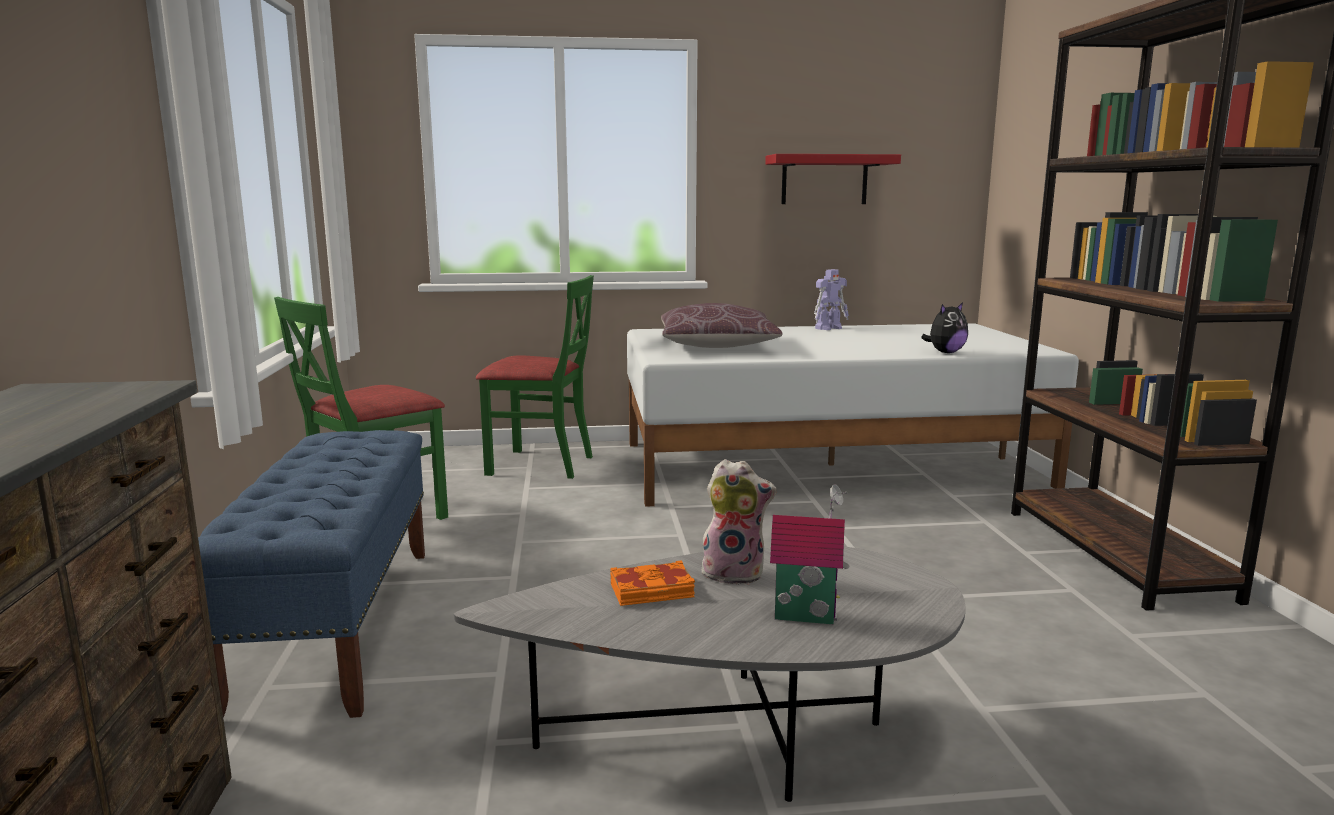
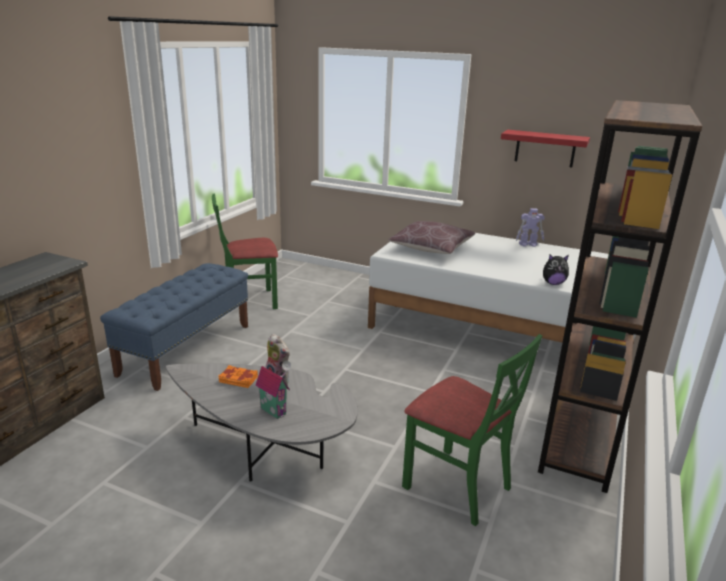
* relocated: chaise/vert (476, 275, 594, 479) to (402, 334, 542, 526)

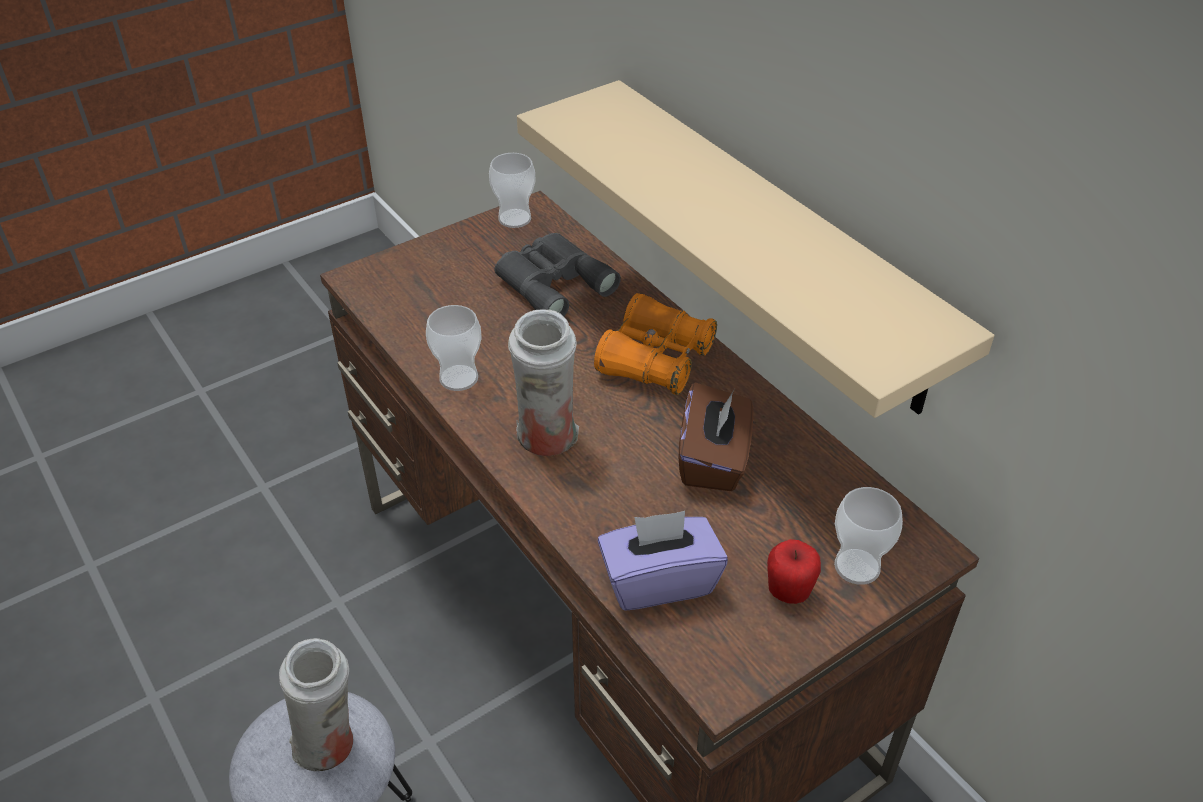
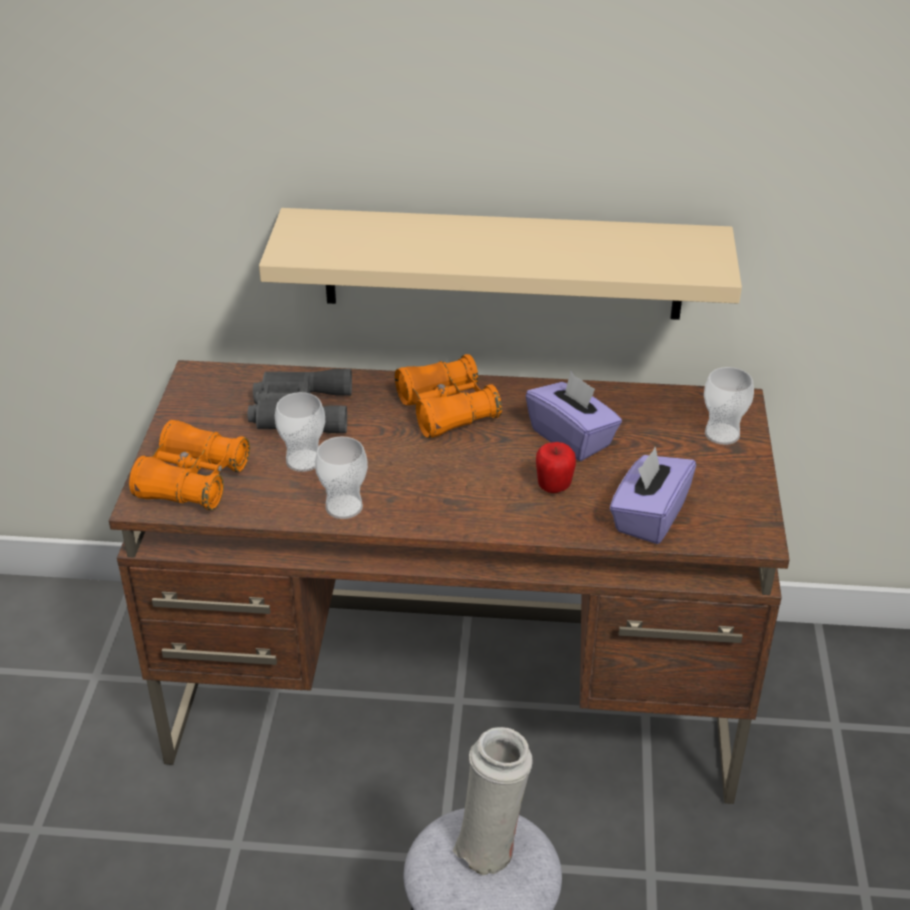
* relocated: tasse (489, 153, 536, 228) to (275, 392, 325, 472)
* missing: vase/blanc (508, 309, 579, 456)
* colour: boîte à mouchoirs/marron (678, 383, 753, 491) to boîte à mouchoirs/violet (526, 372, 622, 461)
* relocated: pomme (767, 539, 821, 604) to (536, 442, 576, 493)
* appeared: jumelles/orange (129, 420, 250, 510)

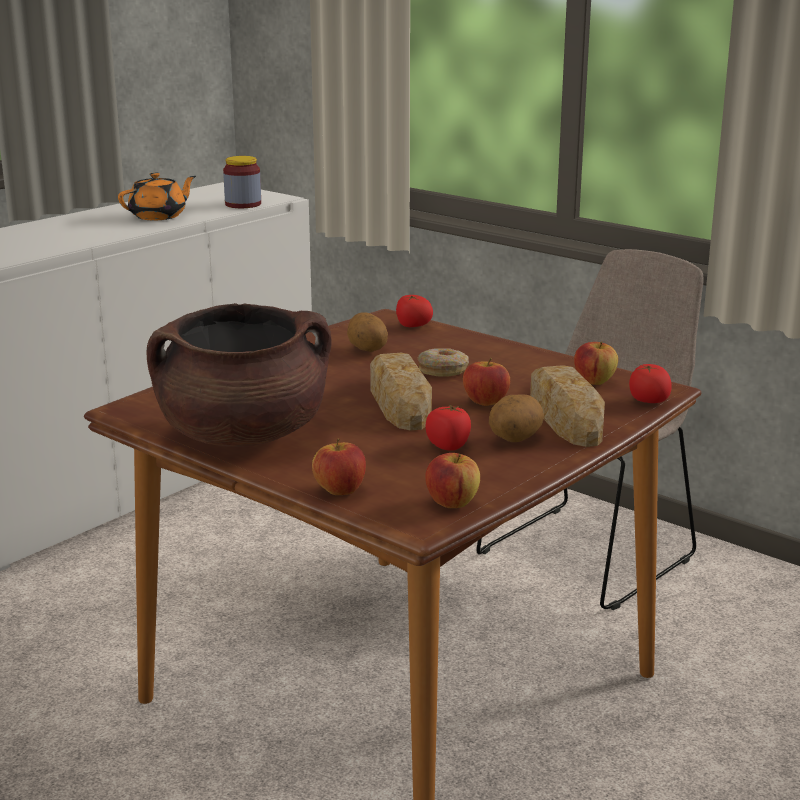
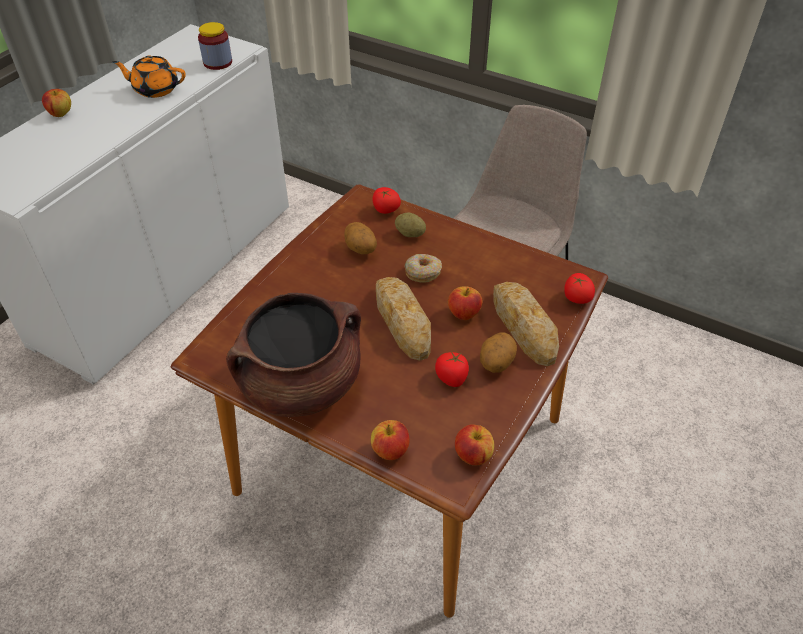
* spun: théière/orange (118, 172, 196, 220) = (112, 56, 186, 98) 120 degrees counterclockwise
* relocated: pomme (574, 342, 618, 385) to (42, 89, 71, 117)
* appeared: pomme de terre (395, 213, 426, 237)

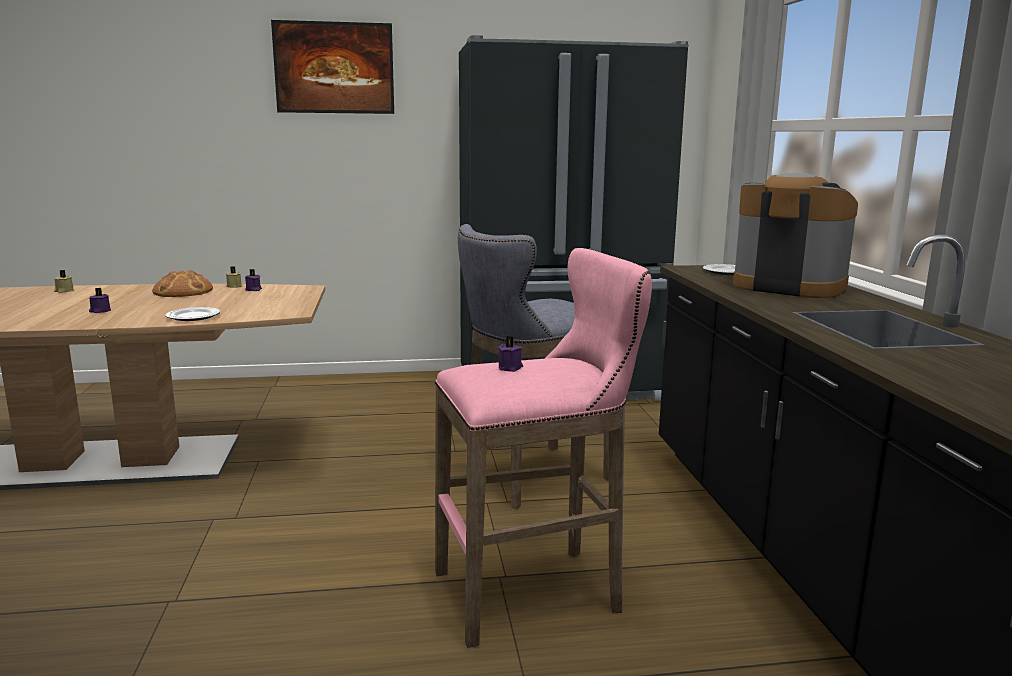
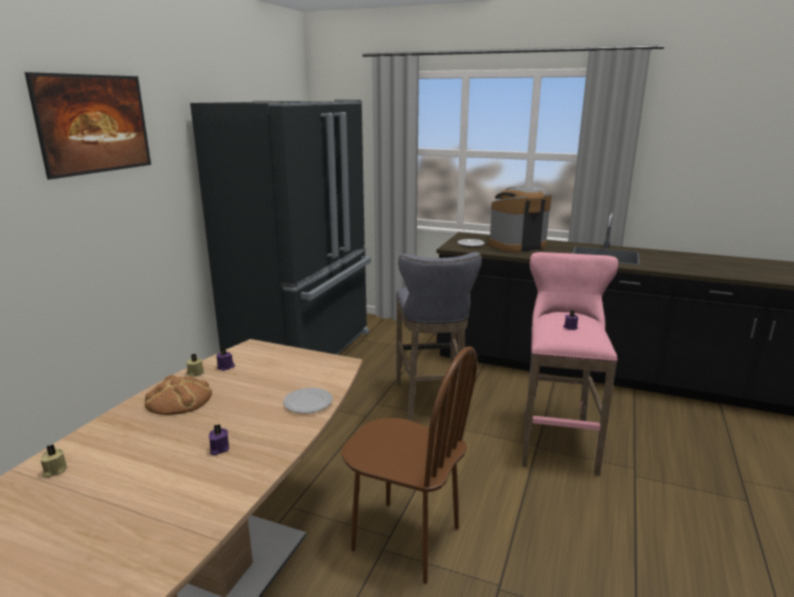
* appeared: chaise/marron (342, 346, 478, 584)

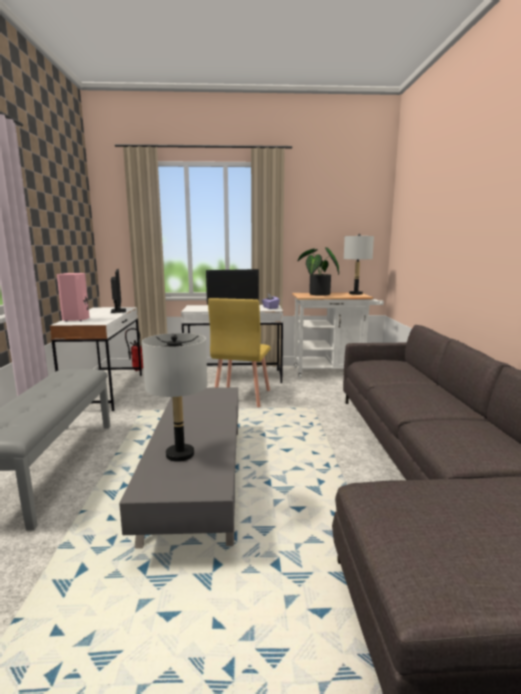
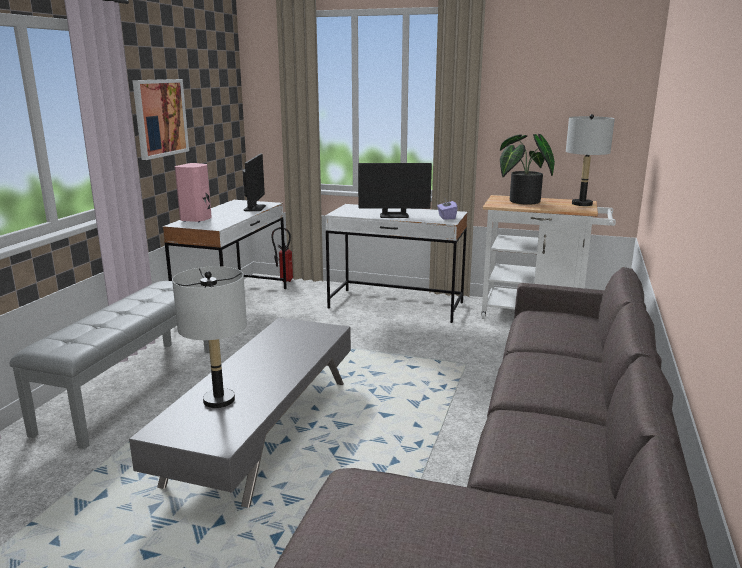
* missing: chaise/jaune (208, 298, 271, 407)
* appeared: tableau (132, 79, 189, 160)

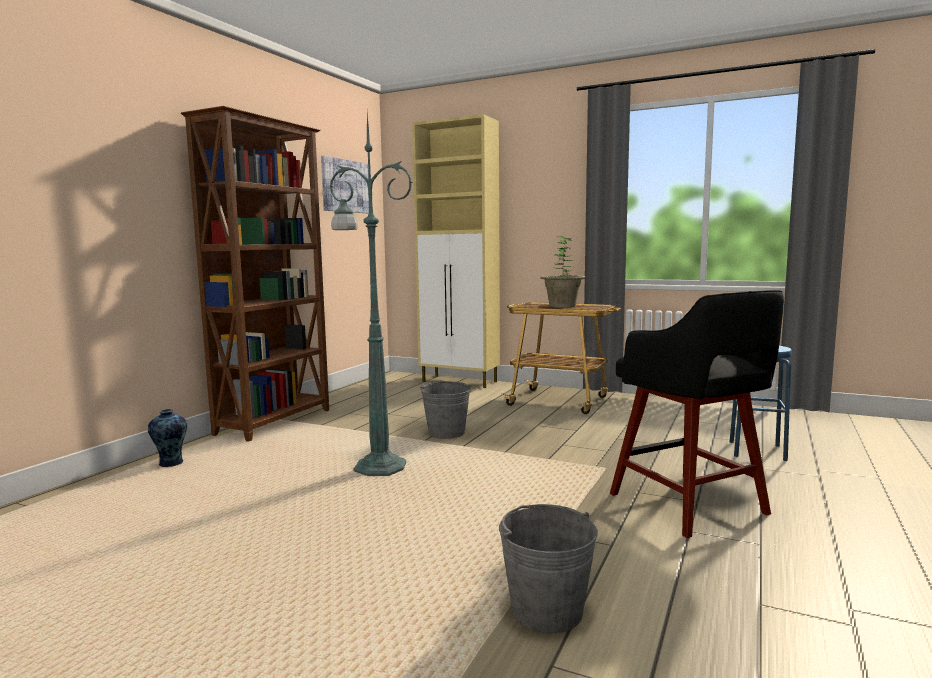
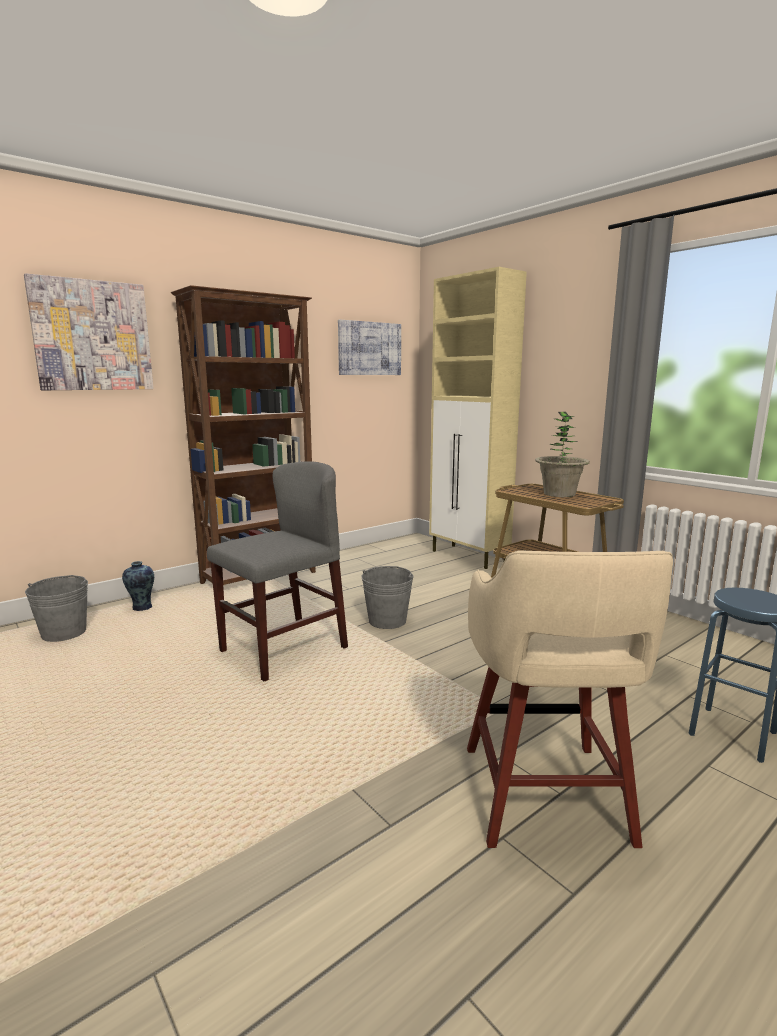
* exchanged: lampadaire/vert (329, 113, 412, 476) to chaise/gris (207, 461, 348, 682)
* relocated: seau/gris (499, 504, 598, 633) to (25, 575, 88, 642)
* colour: tabouret/noir (610, 290, 784, 538) to tabouret/beige (467, 550, 673, 848)
* appeared: tableau (24, 273, 154, 390)

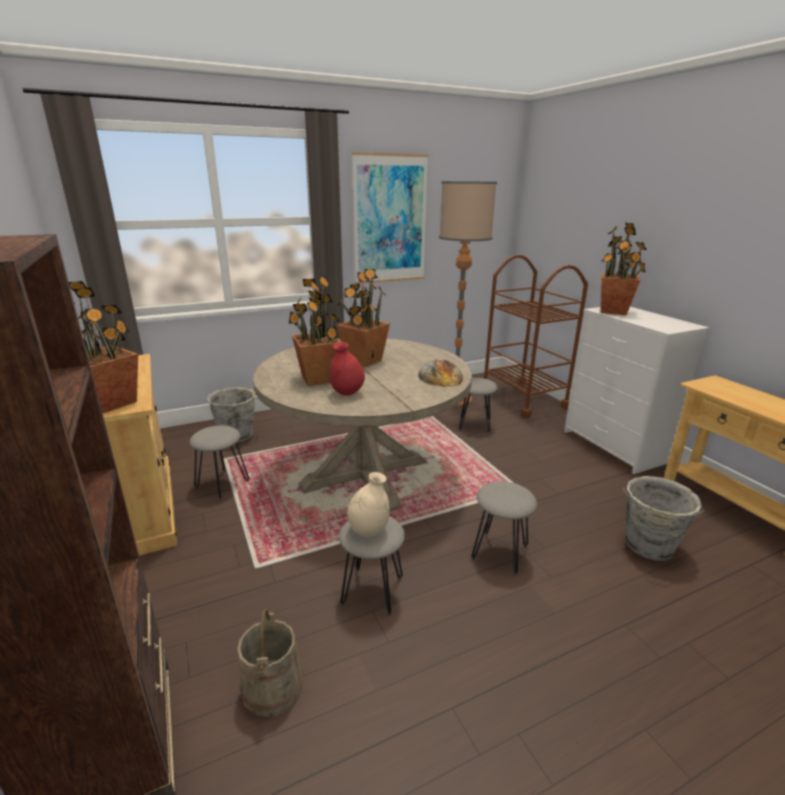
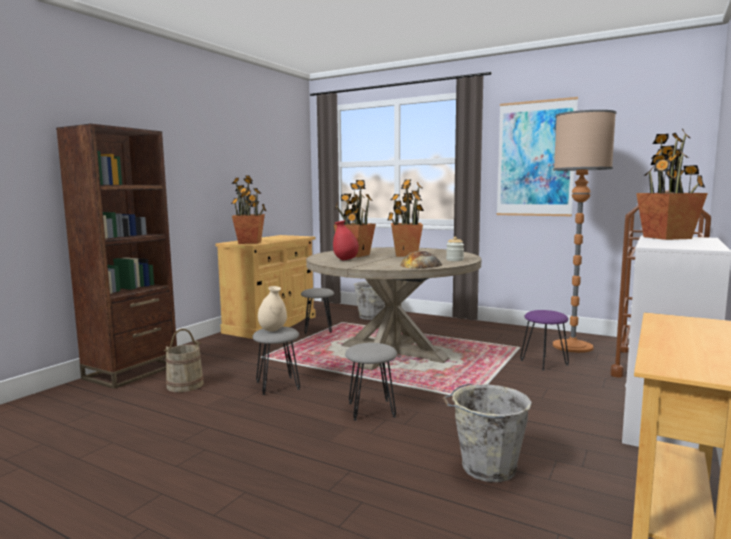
* colour: tabouret/gris (459, 378, 498, 434) to tabouret/violet (520, 310, 569, 371)
* appeared: bocal (446, 237, 464, 261)

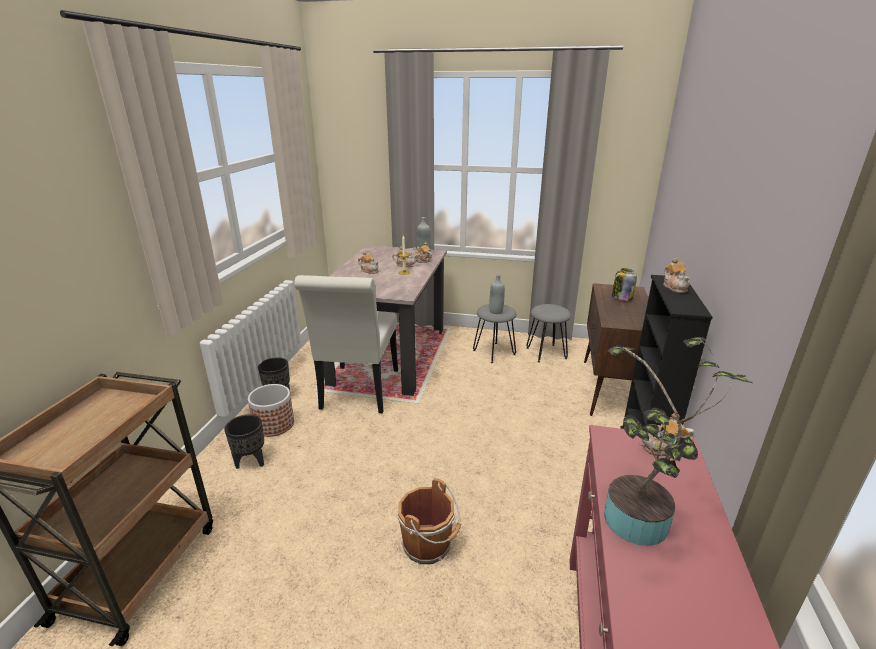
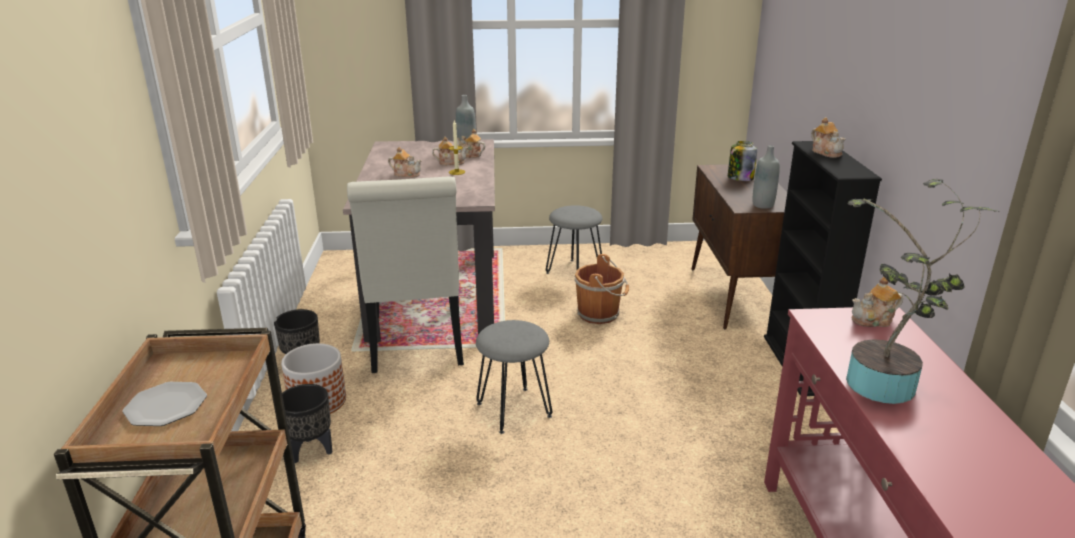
* relocated: seau/marron (397, 478, 461, 564) to (575, 254, 629, 324)
* relocated: bouteille/gris (489, 274, 505, 314) to (753, 145, 780, 209)
* relocated: tabouret/gris (526, 304, 571, 363) to (476, 320, 553, 434)
* appeared: assiette (122, 382, 207, 426)

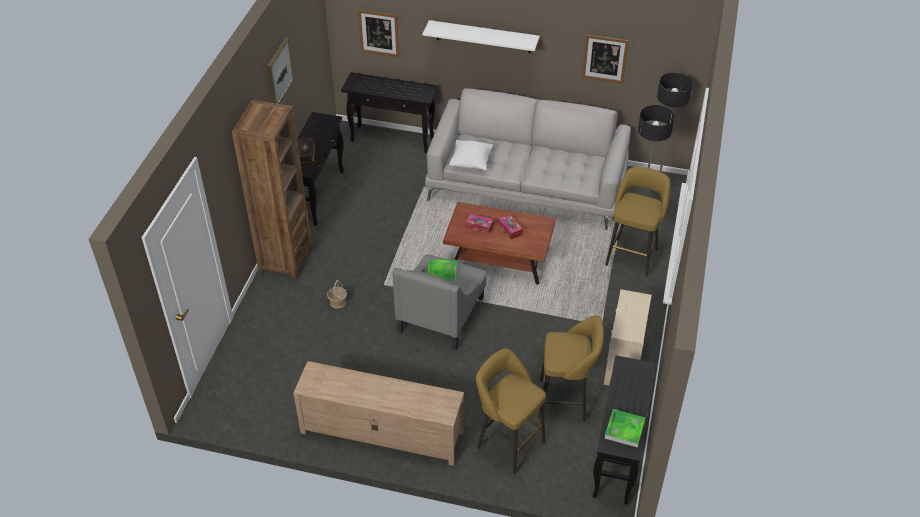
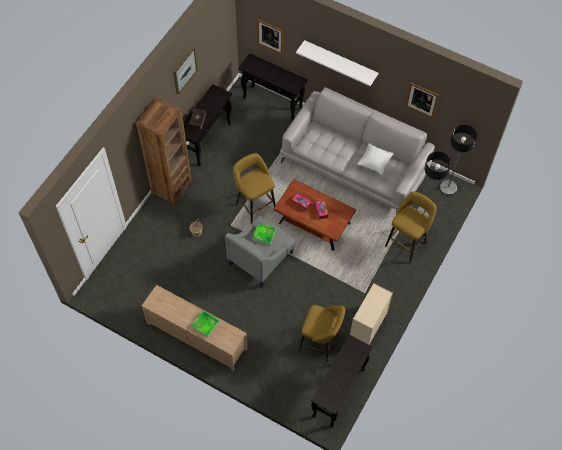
* relocated: coussin/blanc (449, 140, 493, 170) to (357, 143, 394, 175)
* relocated: tabouret/jaune (476, 348, 546, 474) to (233, 153, 276, 224)
* relocated: plateau (605, 409, 645, 448) to (191, 310, 220, 338)

